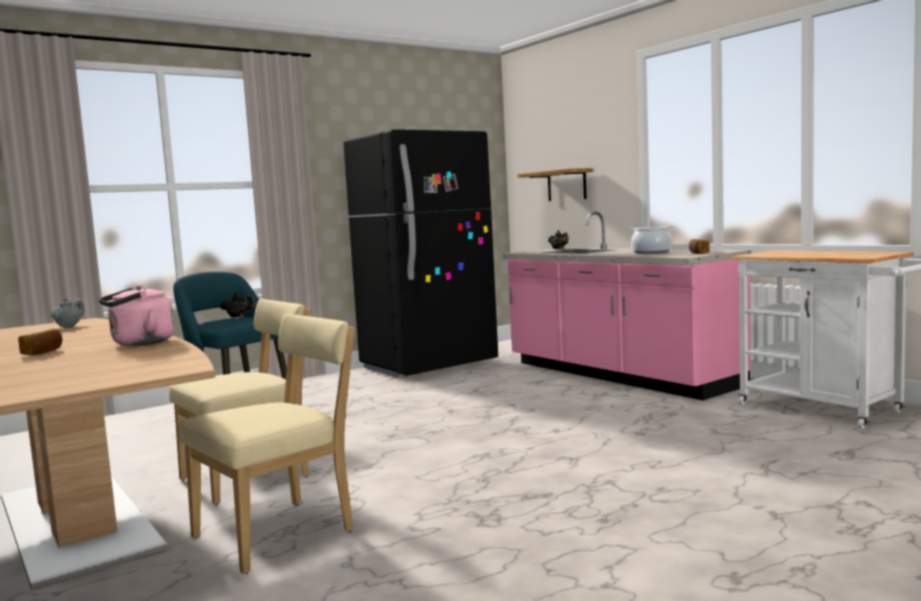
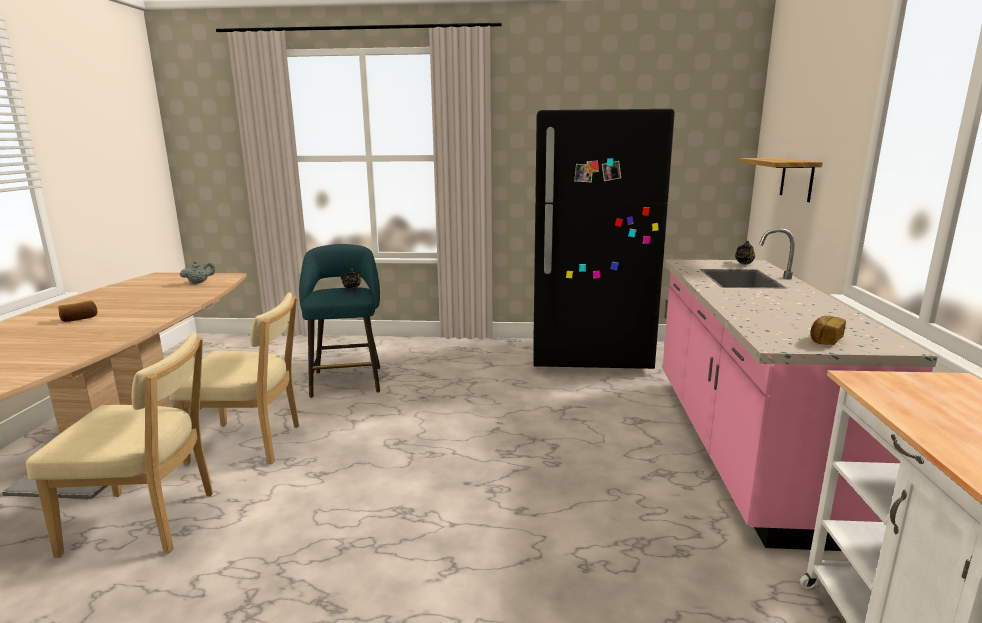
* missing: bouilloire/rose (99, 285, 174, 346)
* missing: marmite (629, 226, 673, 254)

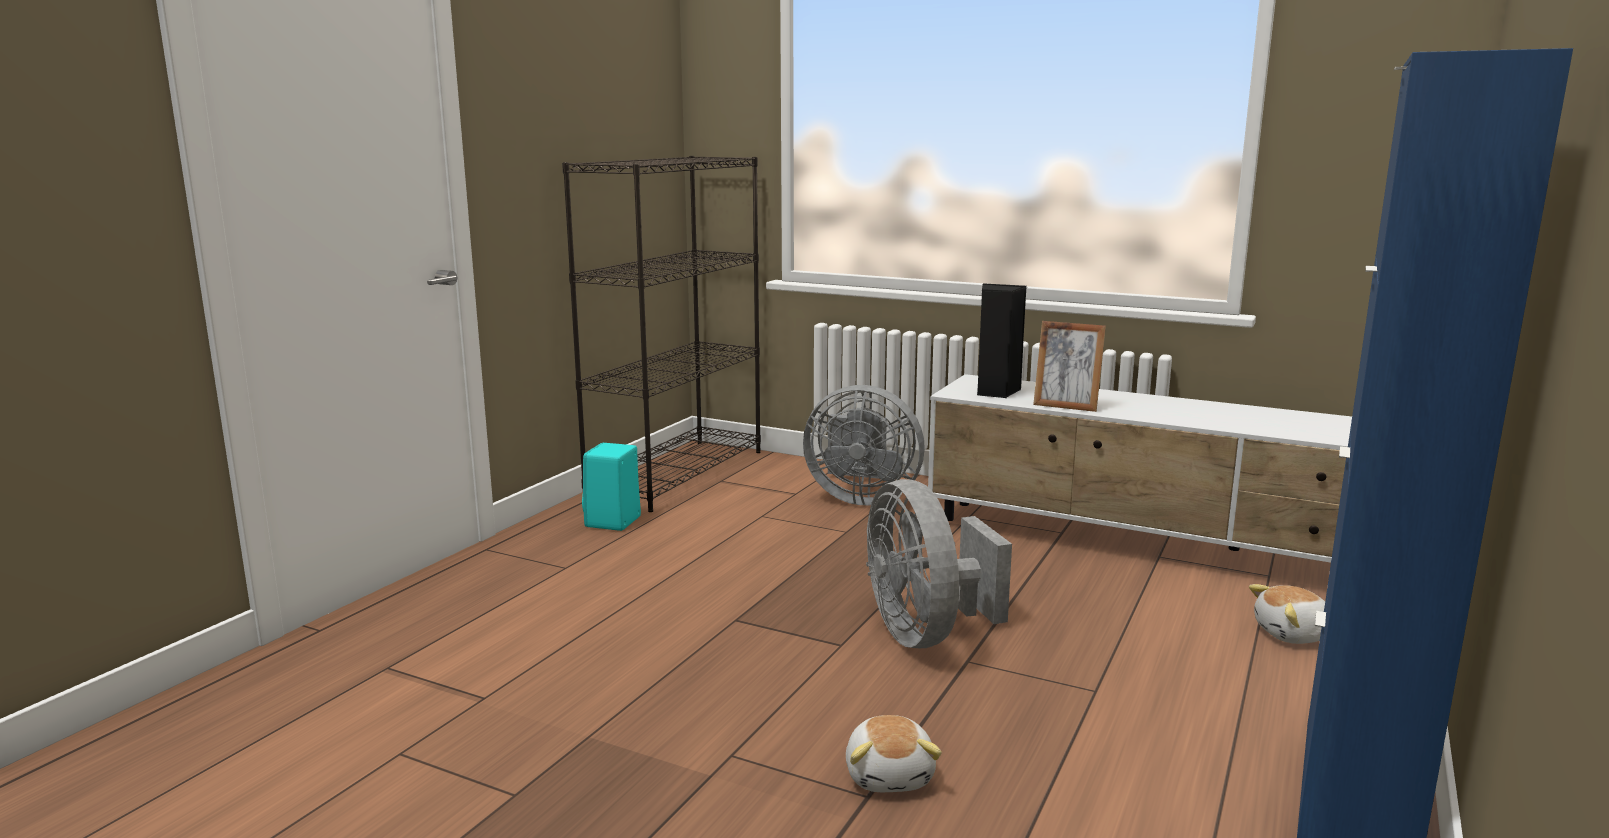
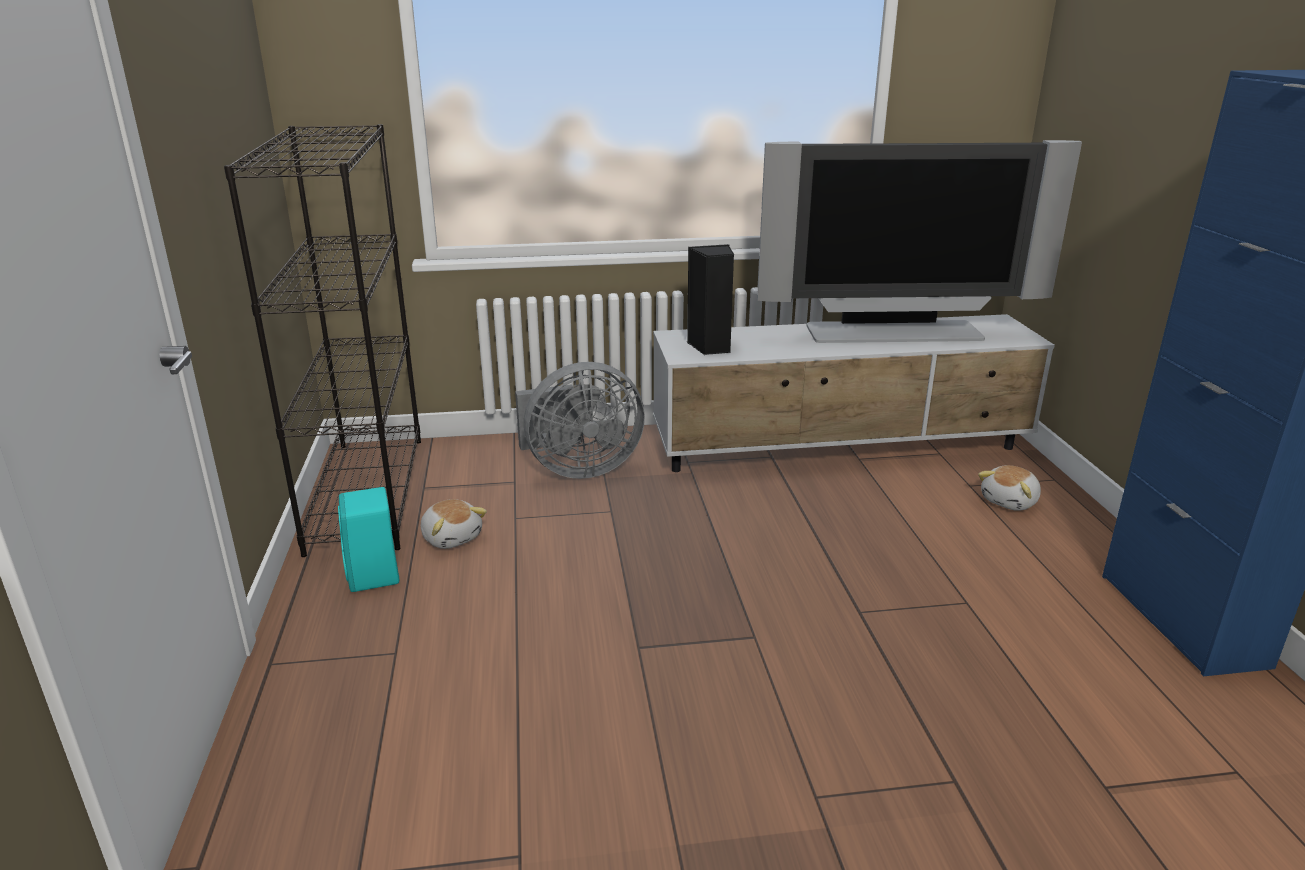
* relocated: peluche (846, 715, 942, 792) to (421, 499, 487, 549)
* missing: ventilateur/gris (866, 479, 1012, 648)
* missing: cadre photo (1033, 321, 1106, 412)
* appeared: téléviseur (757, 140, 1082, 343)

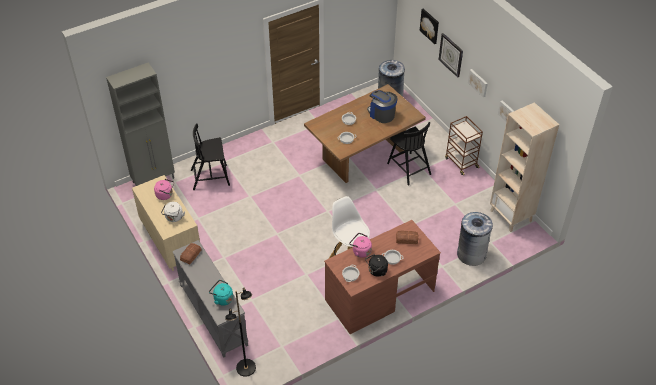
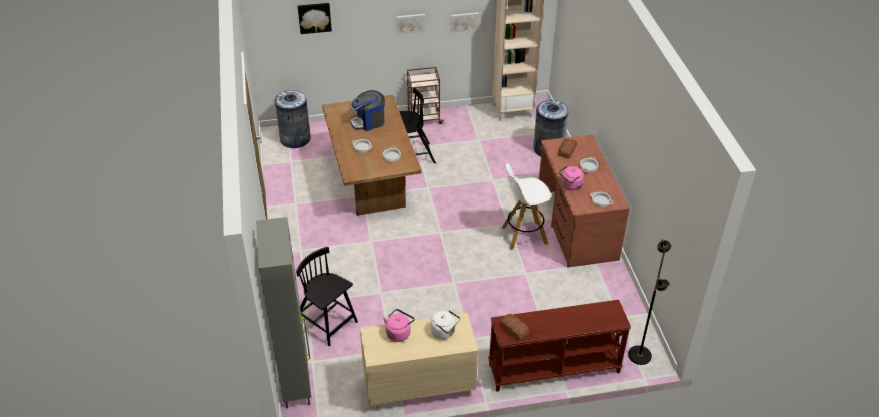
* colour: table console/gris (173, 240, 249, 358) to table console/marron (488, 300, 631, 392)
* spun: chaise/noir (191, 123, 230, 190) = (296, 247, 358, 346) 120 degrees clockwise
* missing: bouilloire/turquoise (209, 280, 233, 306)
* missing: bouilloire/noir (365, 254, 388, 277)
* missing: horloge murale (439, 33, 463, 77)

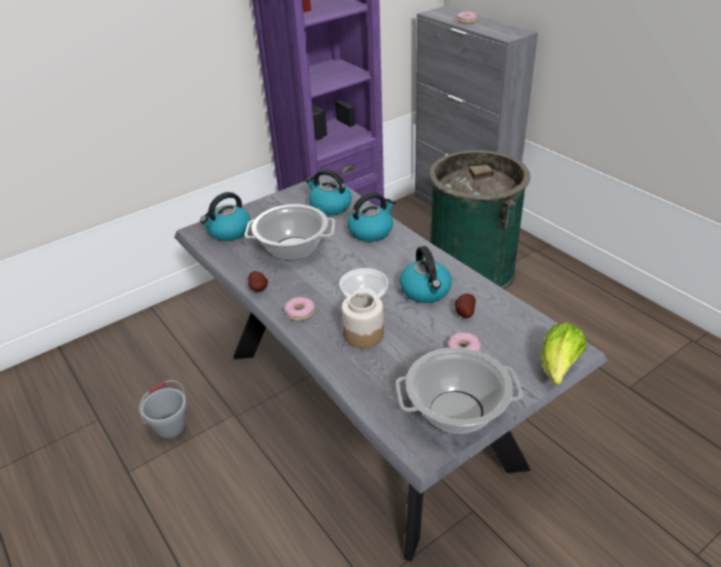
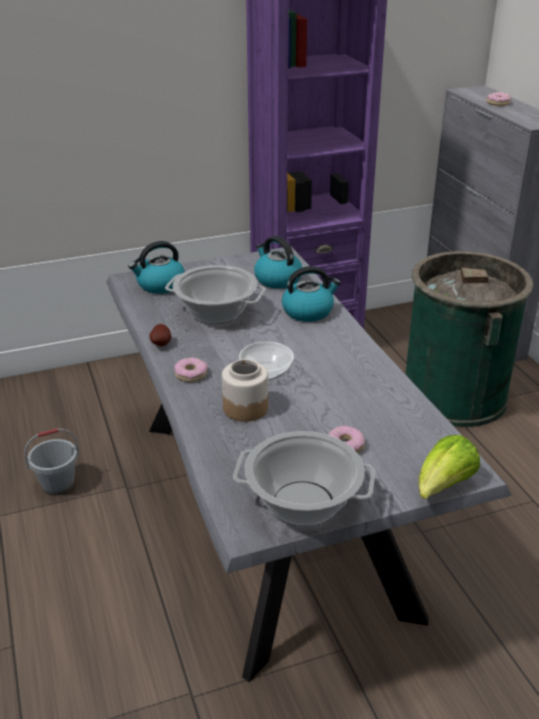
* missing: bouilloire (400, 246, 452, 303)
* missing: pomme de terre (454, 293, 476, 318)

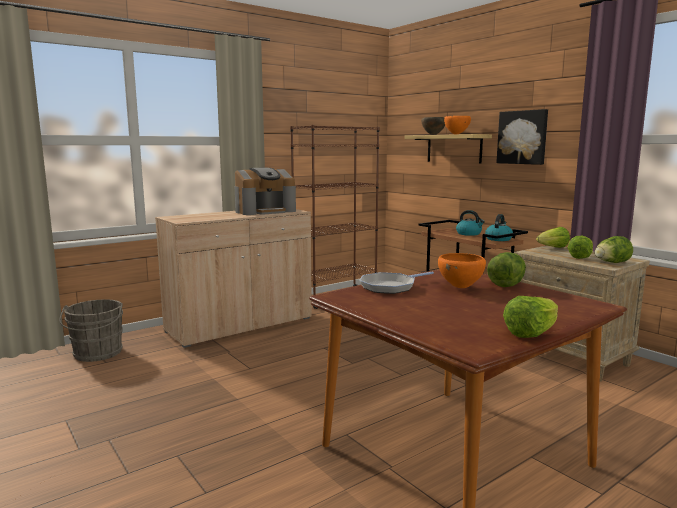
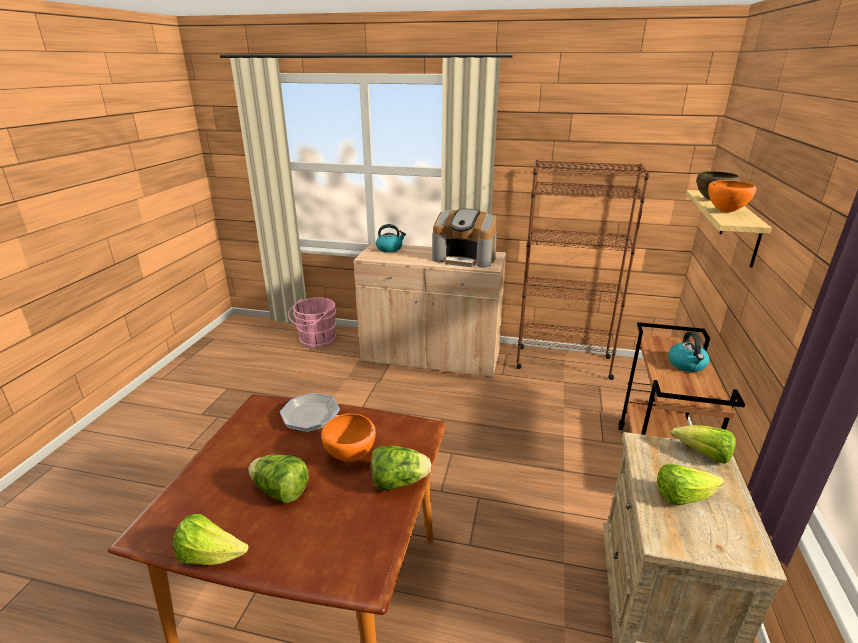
* colour: seau/gris (59, 300, 123, 362) to seau/rose (288, 298, 336, 348)
* relocated: bouilloire (485, 214, 513, 241) to (376, 224, 406, 252)
* missing: tableau (496, 109, 548, 165)
* relocated: laitue (595, 236, 633, 263) to (248, 454, 309, 503)

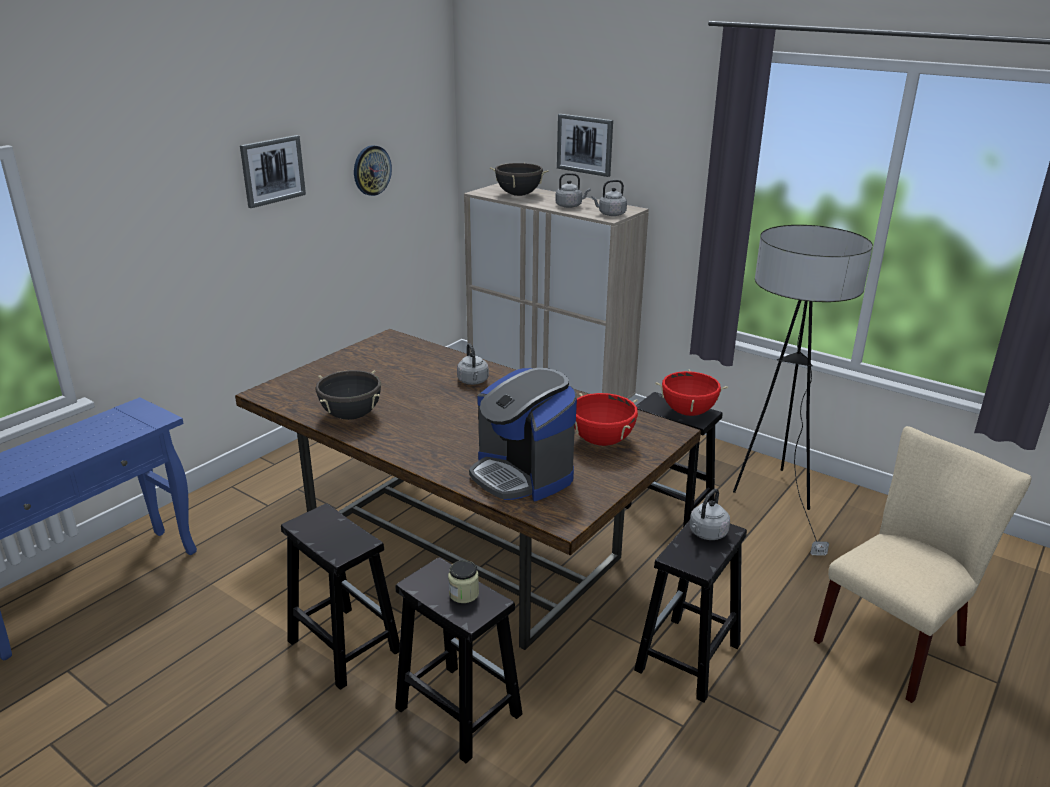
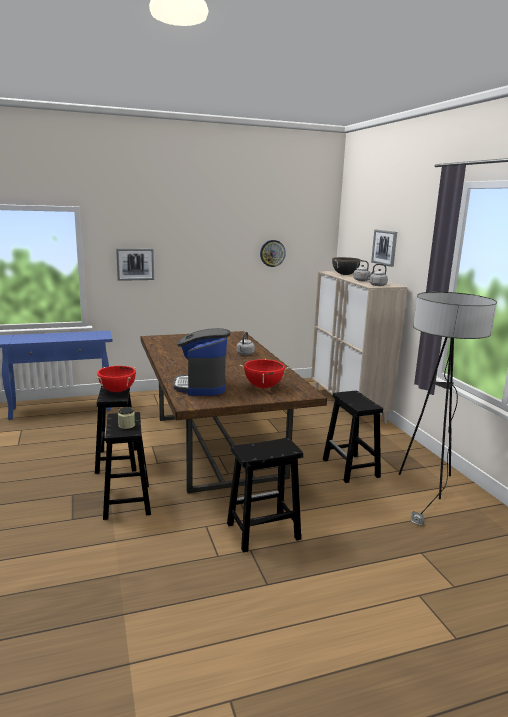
* relocated: tableau (240, 135, 306, 208) to (116, 248, 154, 281)
* missing: marmite/noir (316, 370, 381, 420)
* relocated: marmite/rouge (655, 369, 728, 416) to (96, 366, 136, 392)
* missing: bouilloire/gris (690, 489, 730, 540)
* missing: chaise/beige (814, 426, 1032, 703)

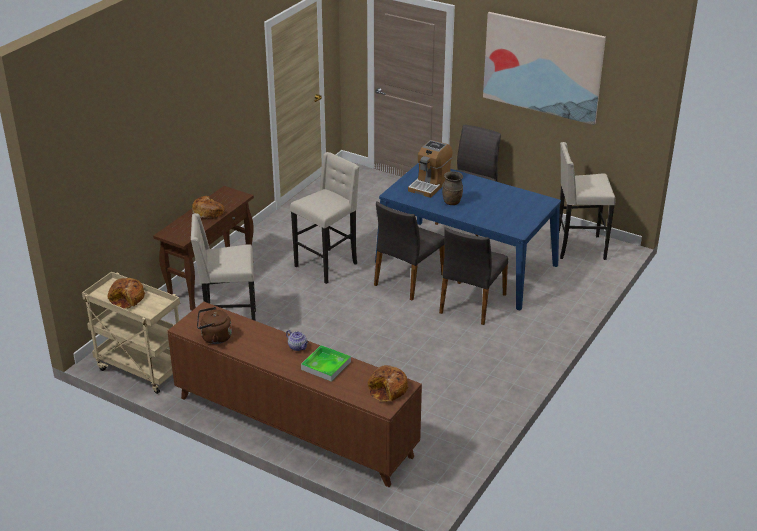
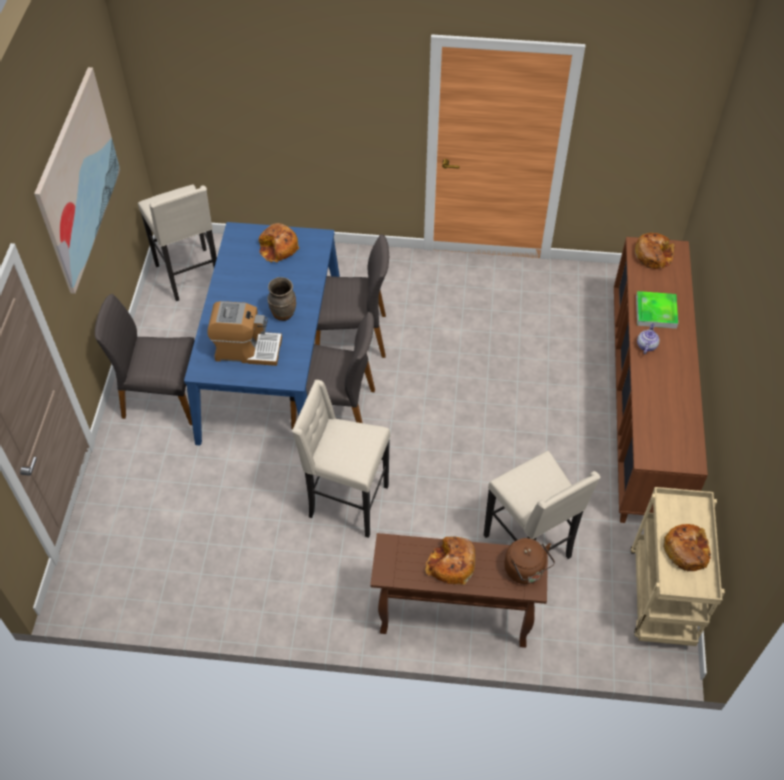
* relocated: bouilloire/marron (197, 307, 232, 344) to (504, 538, 555, 584)
* appeared: pain (259, 223, 299, 263)

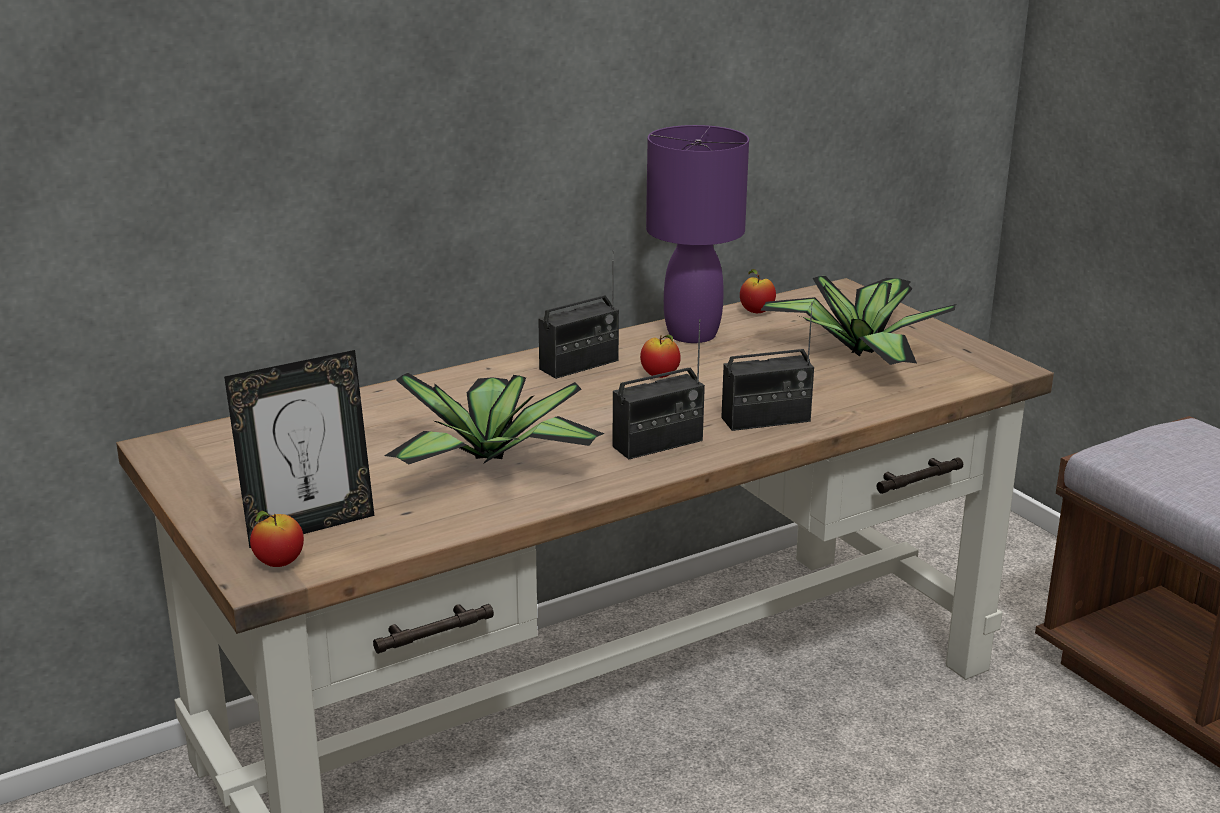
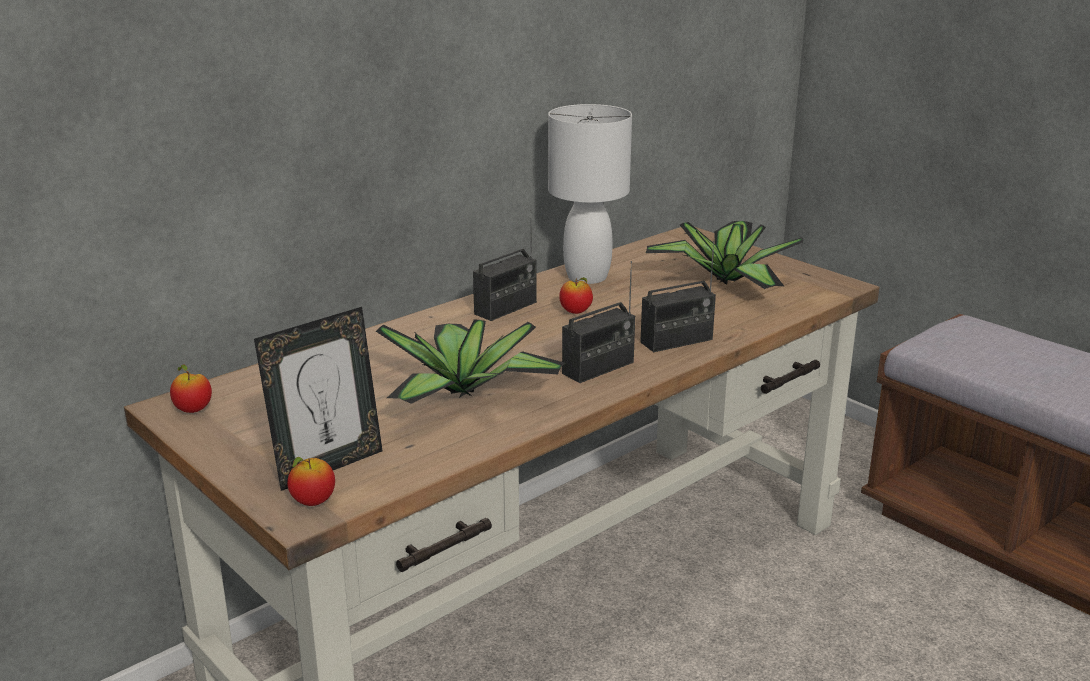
* colour: lampe de table/violet (646, 125, 749, 343) to lampe de table/blanc (548, 104, 632, 284)
* relocated: pomme (740, 269, 776, 313) to (170, 365, 212, 413)

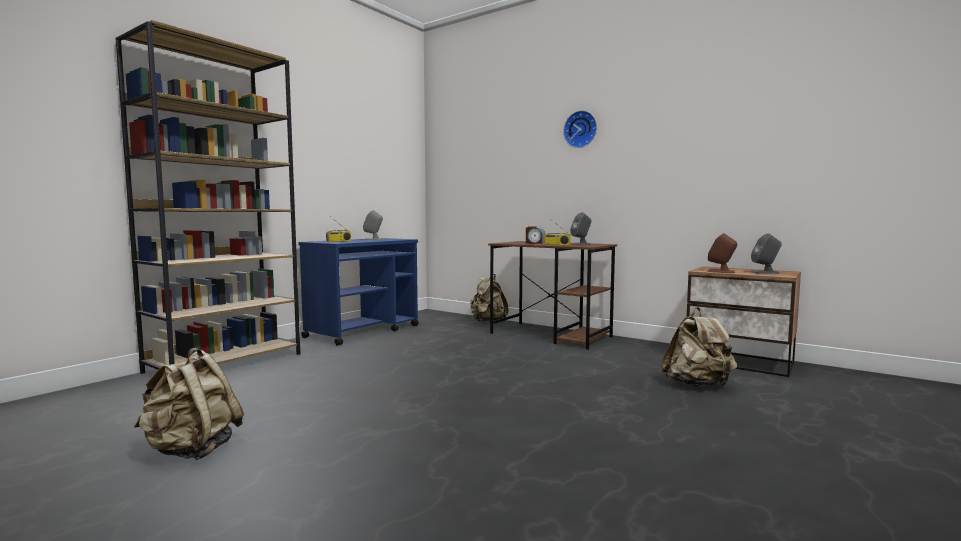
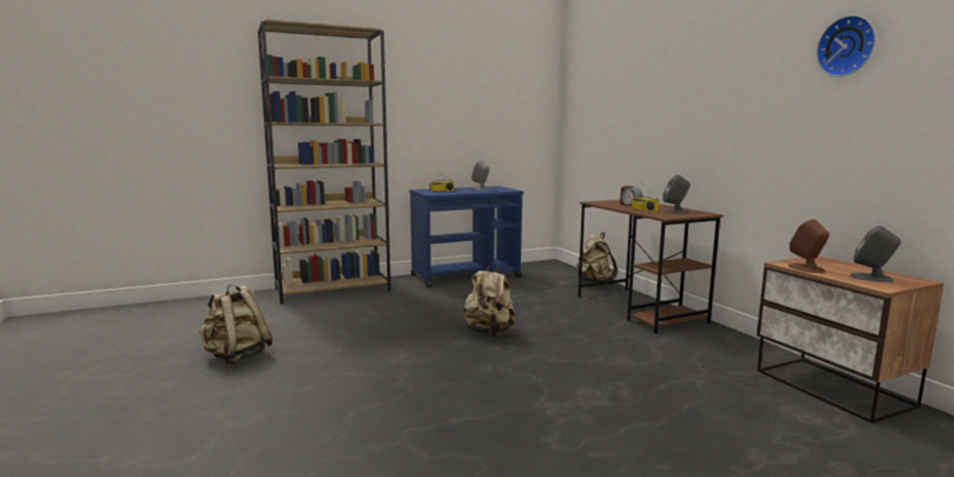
* relocated: horloge murale (563, 110, 597, 148) to (816, 15, 876, 77)
* relocated: sac à dos/beige (661, 307, 737, 386) to (463, 263, 515, 336)

